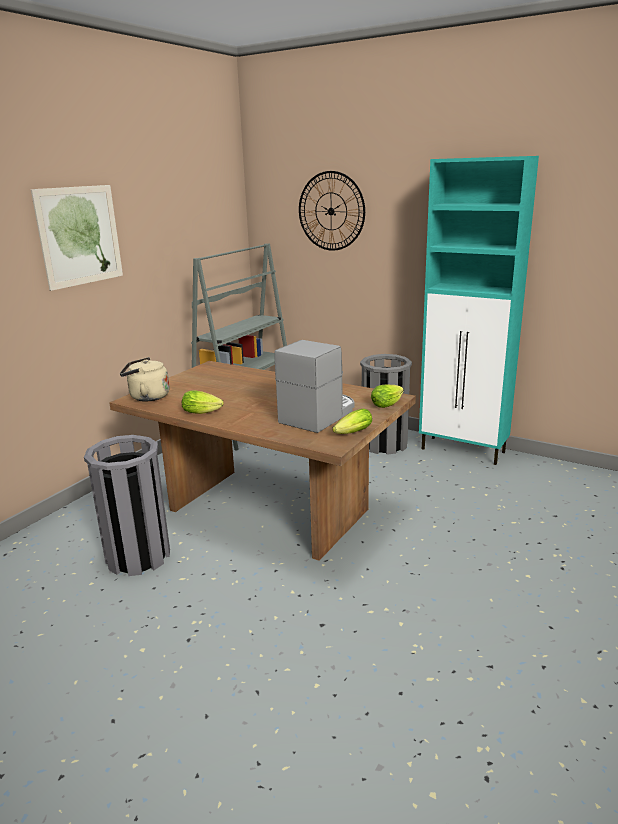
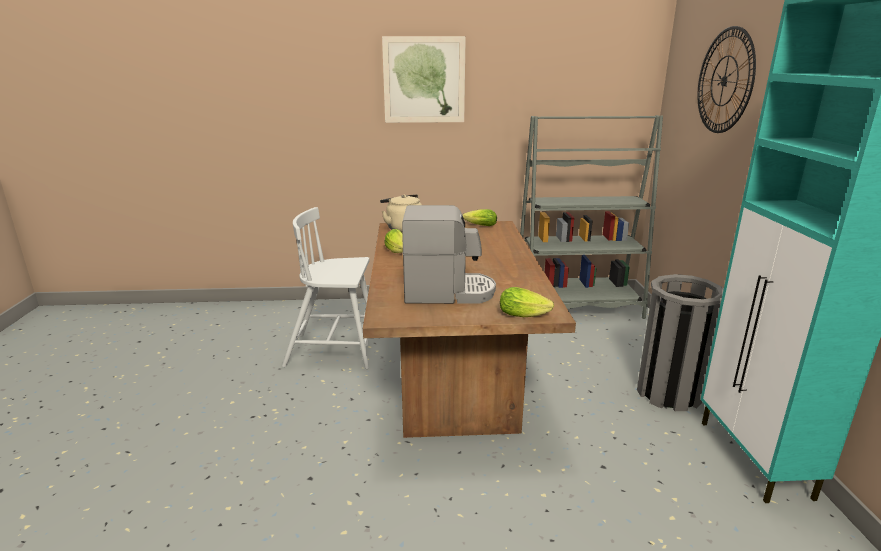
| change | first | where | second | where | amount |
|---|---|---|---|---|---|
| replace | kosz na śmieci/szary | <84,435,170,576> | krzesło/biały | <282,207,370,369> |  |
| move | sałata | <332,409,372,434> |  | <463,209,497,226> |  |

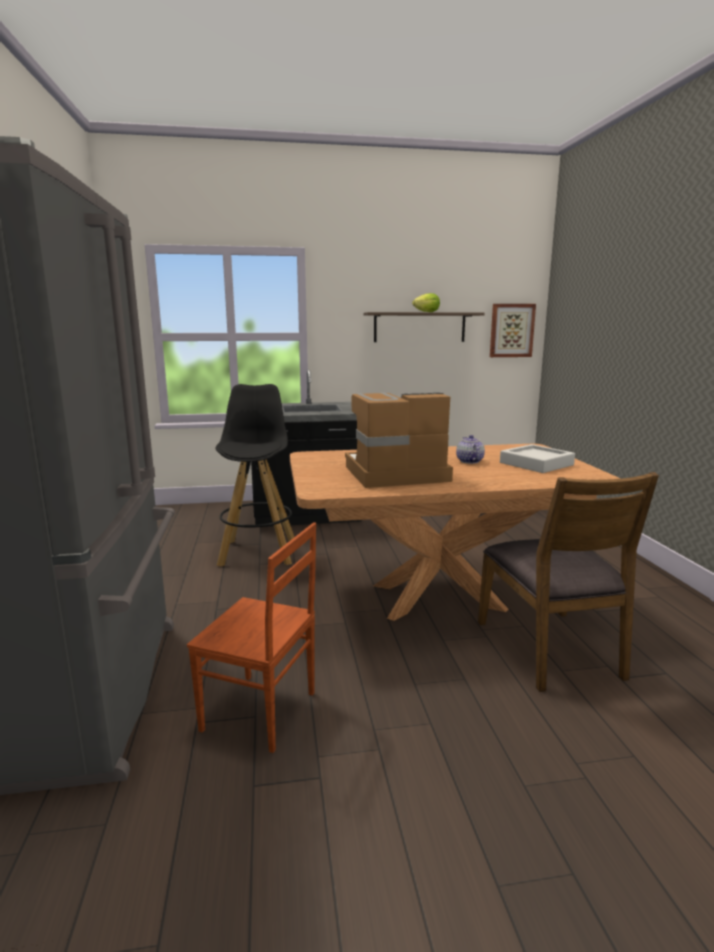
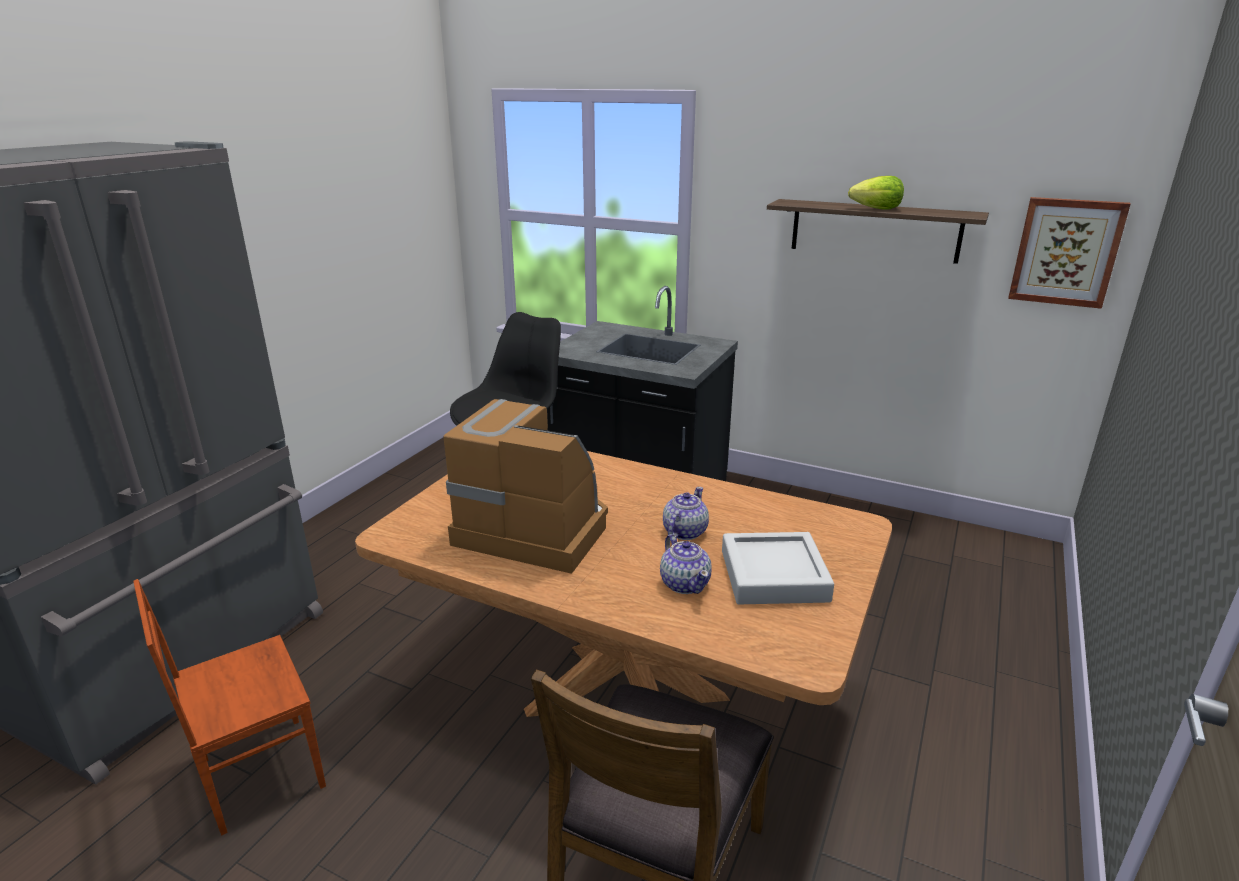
| change | first | where | second | where | amount |
|---|---|---|---|---|---|
| rotate | krzesło/brązowy | <187,522,316,753> |  | <133,579,326,835> | 90 degrees clockwise |
| insert |  |  | imbryk | <660,534,711,594> |  |

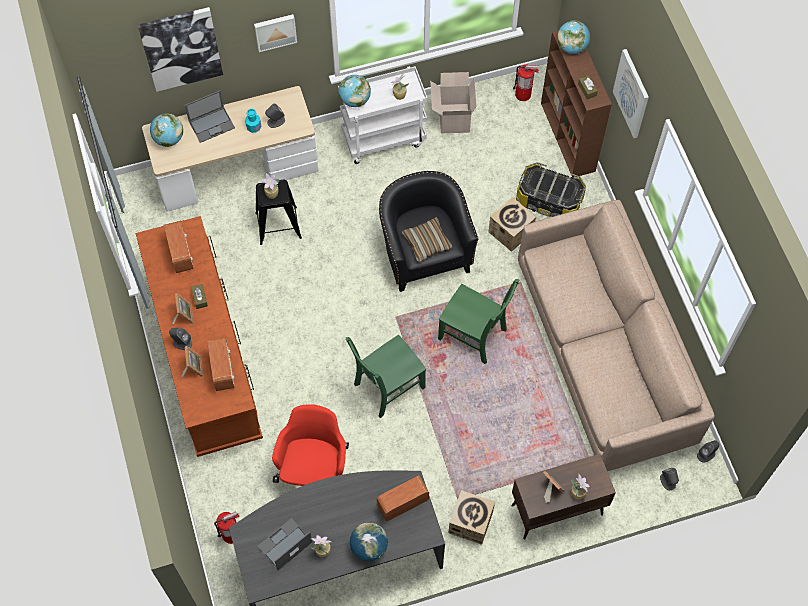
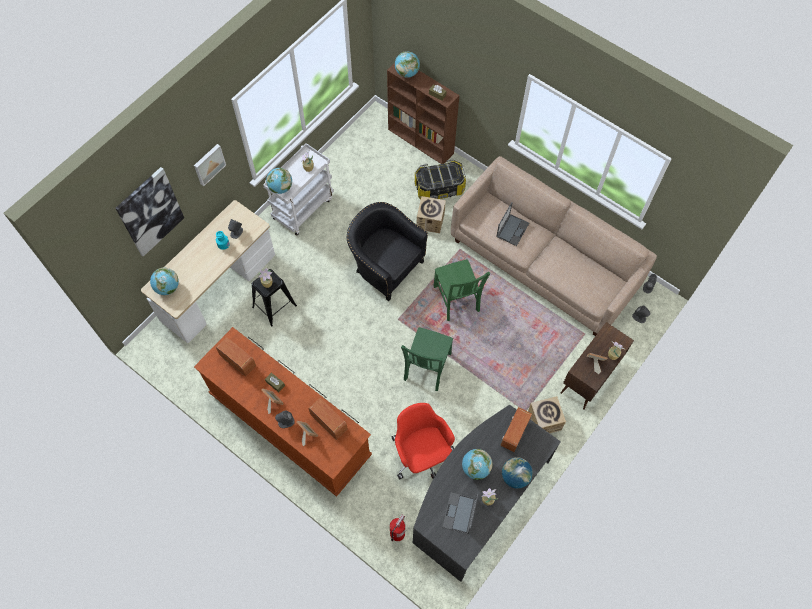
| change | first | where | second | where | amount |
|---|---|---|---|---|---|
| rotate | krzesło/zielony | <438,279,519,364> |  | <433,259,490,321> | 75 degrees clockwise |
| insert |  |  | globus | <462,449,493,480> |  |
| move | laptop | <185,90,235,143> |  | <496,202,529,246> |  |
| delete | poduszka | <402,217,453,262> |  |  |  |
| delete | karton | <430,72,477,133> |  |  |  |
| delete | gaśnica | <513,65,539,101> |  |  |  |
| delete | obraz | <613,49,649,138> |  |  |  |

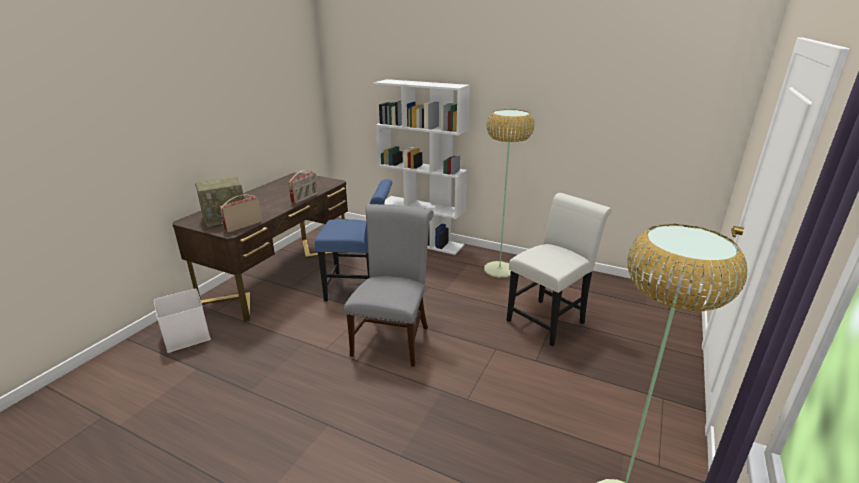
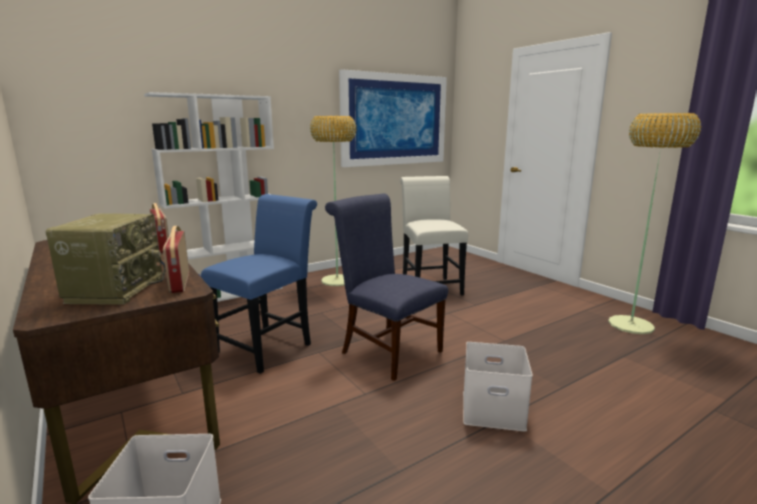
| change | first | where | second | where | amount |
|---|---|---|---|---|---|
| recolor | krzesło/szary | <344,204,434,367> | krzesło/niebieski | <325,193,448,381> |  |
| insert |  |  | obraz | <339,69,447,167> |  |
| insert |  |  | pojemnik do przechowywania/biały | <463,342,533,432> |  |

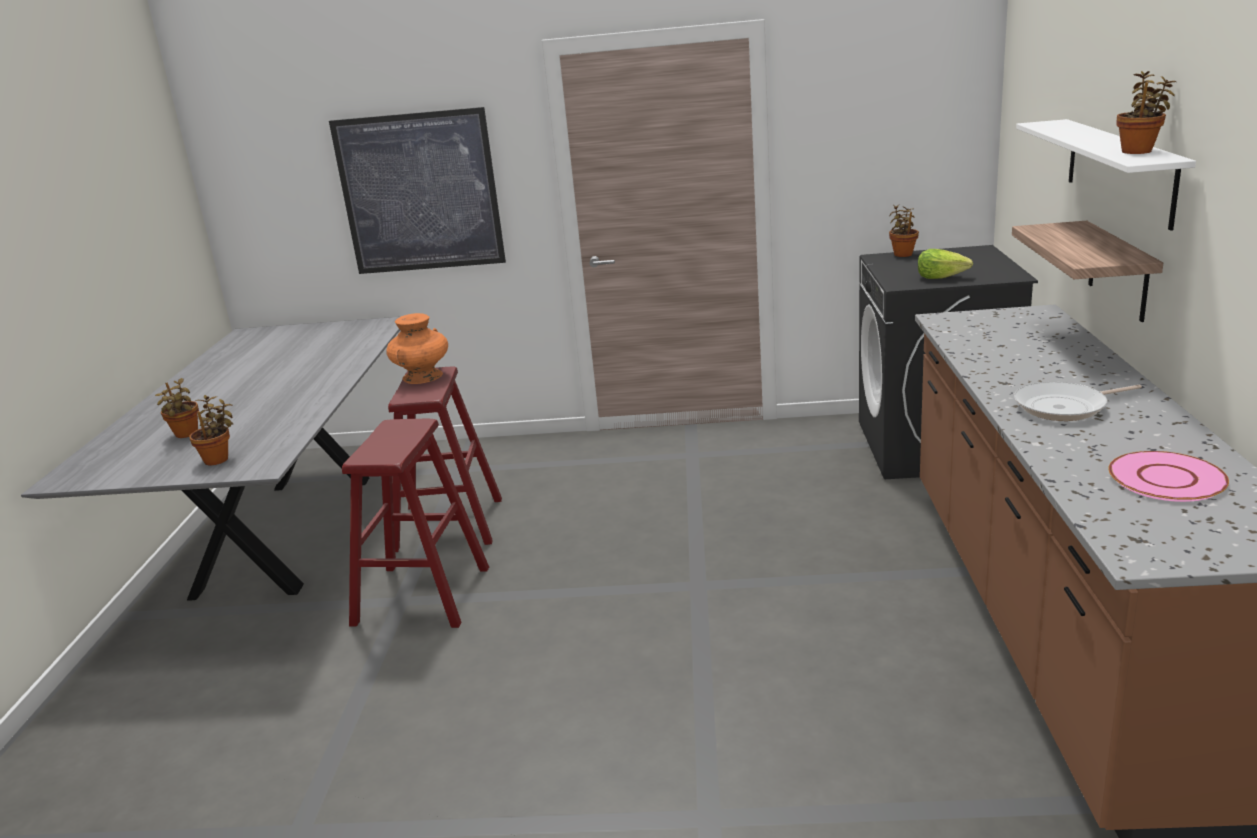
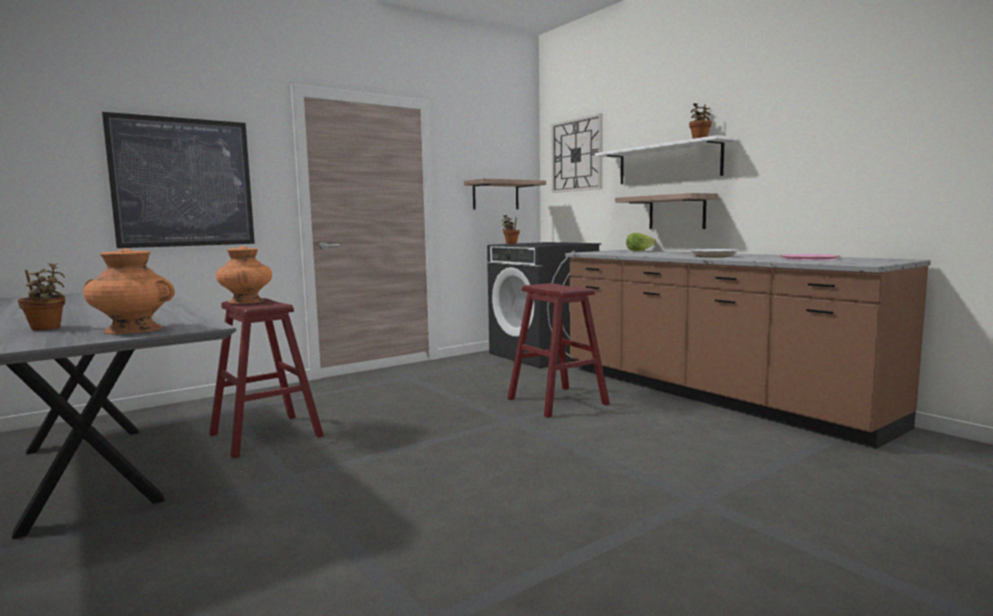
| change | first | where | second | where | amount |
|---|---|---|---|---|---|
| replace | roślina doniczkowa | <189,395,233,465> | wazon/pomarańczowy | <83,249,175,334> |  |
| insert |  |  | półka | <464,178,546,209> |  |
| move | stołek/czerwony | <342,419,489,628> |  | <507,283,610,418> |  |
| insert |  |  | zegar ścienny | <551,113,603,193> |  |
| move | sałata | <918,249,973,279> |  | <626,233,656,251> |  |

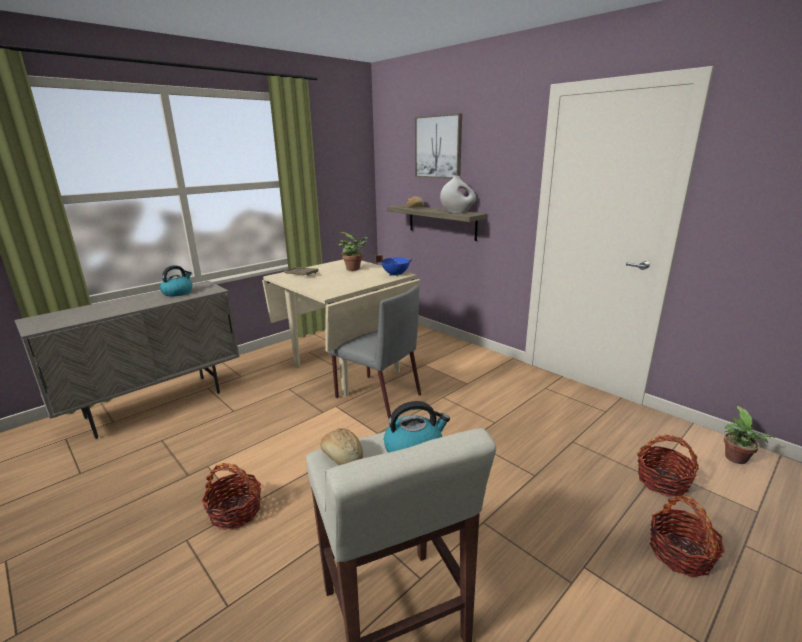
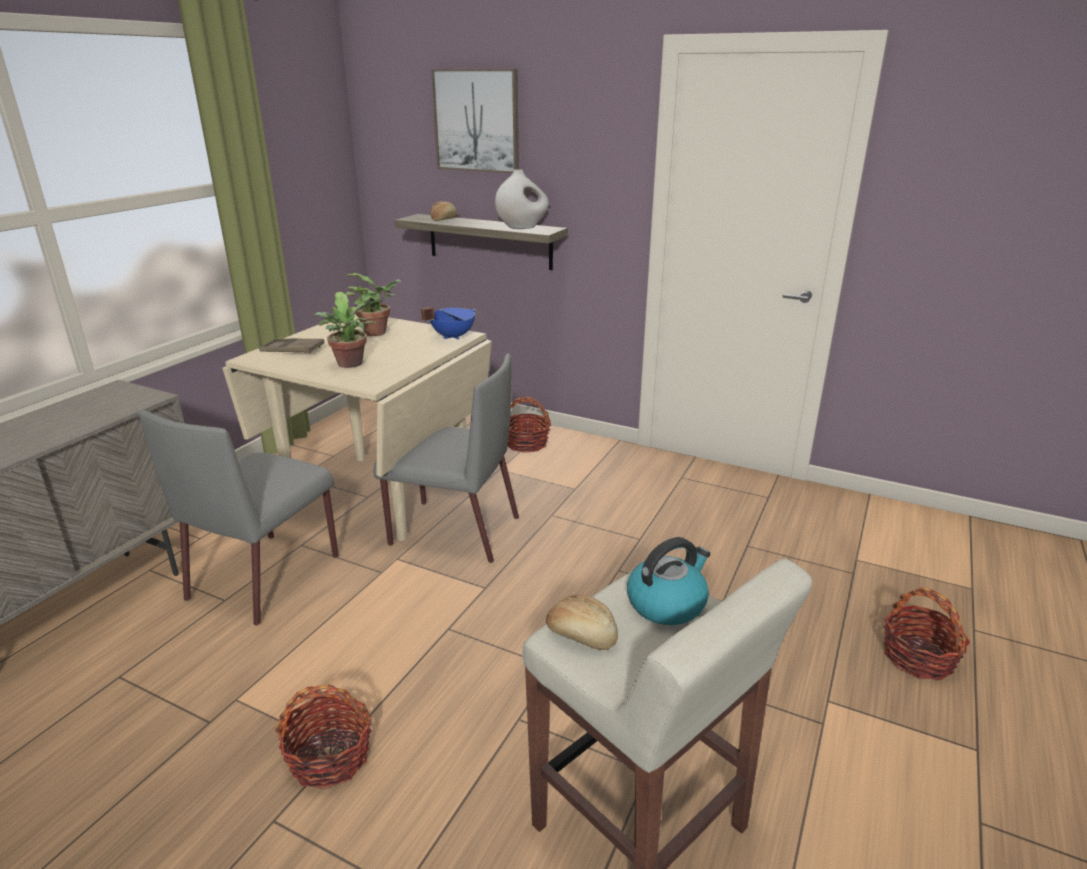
| change | first | where | second | where | amount |
|---|---|---|---|---|---|
| insert |  |  | krzesło/szary | <138,410,339,626> |  |
| move | roślina doniczkowa | <724,406,775,464> |  | <313,292,378,368> |  |
| move | koszyk | <637,435,699,497> |  | <508,397,551,453> |  |
| delete | czajnik | <160,265,192,297> |  |  |  |

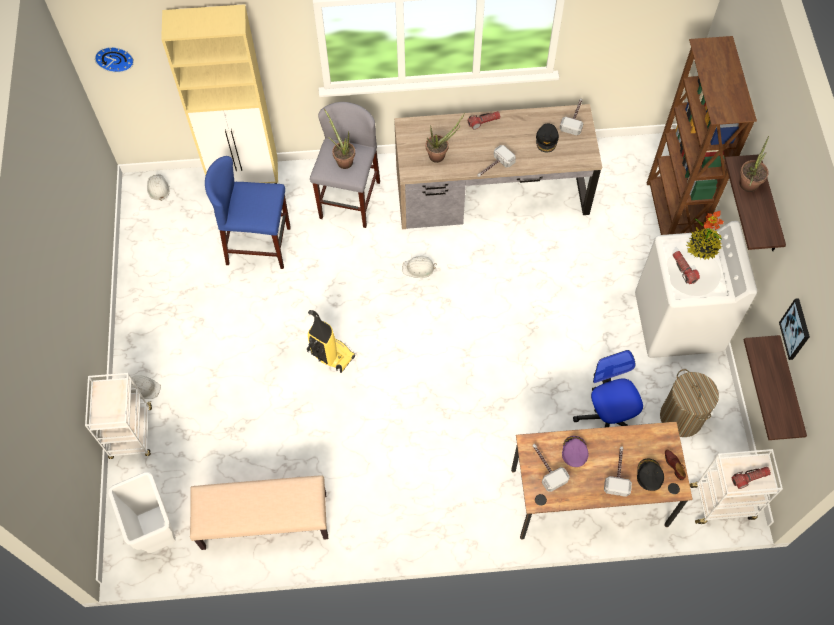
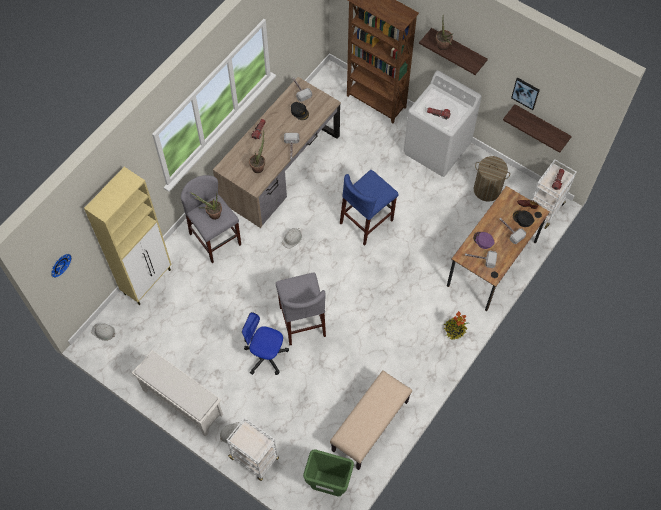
| change | first | where | second | where | amount |
|---|---|---|---|---|---|
| insert |  |  | regał na buty/biały | <132,350,223,437> |  |
| move | krzesło biurowe | <573,350,643,427> |  | <242,312,289,375> |  |
| replace | odkurzacz | <307,310,355,373> | stołek/szary | <276,273,326,345> |  |
| recolor | kosz na śmieci/biały | <108,472,176,553> | kosz na śmieci/zielony | <303,449,354,497> |  |
| move | stołek/niebieski | <205,156,291,269> |  | <340,170,399,246> |  |
| move | roślina doniczkowa | <686,211,724,260> |  | <443,311,468,340> |  |

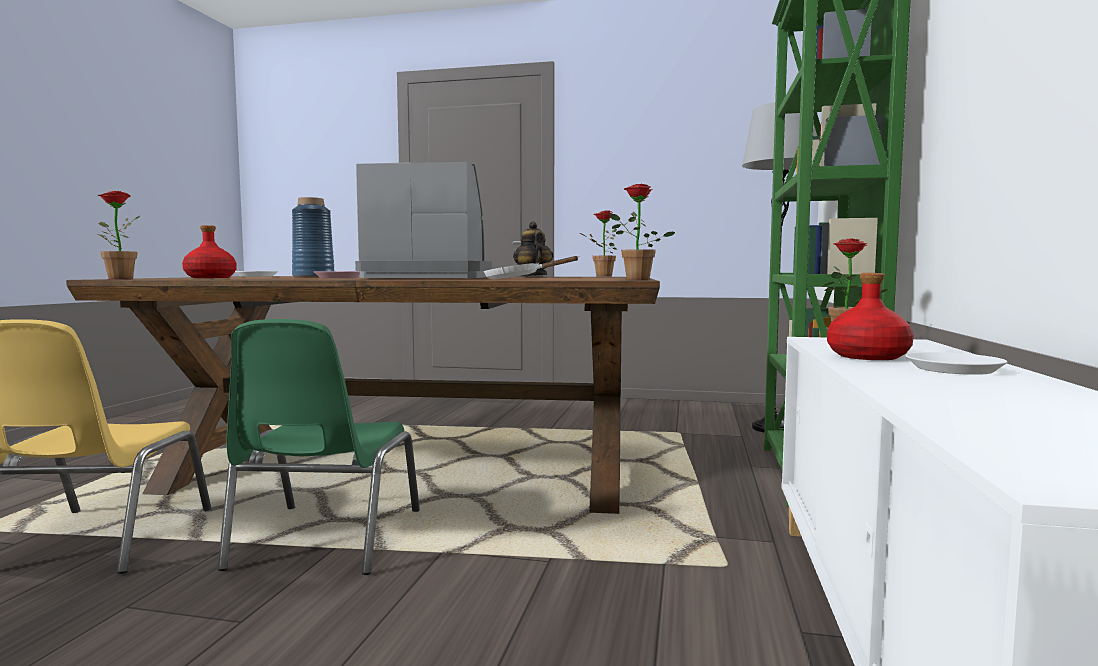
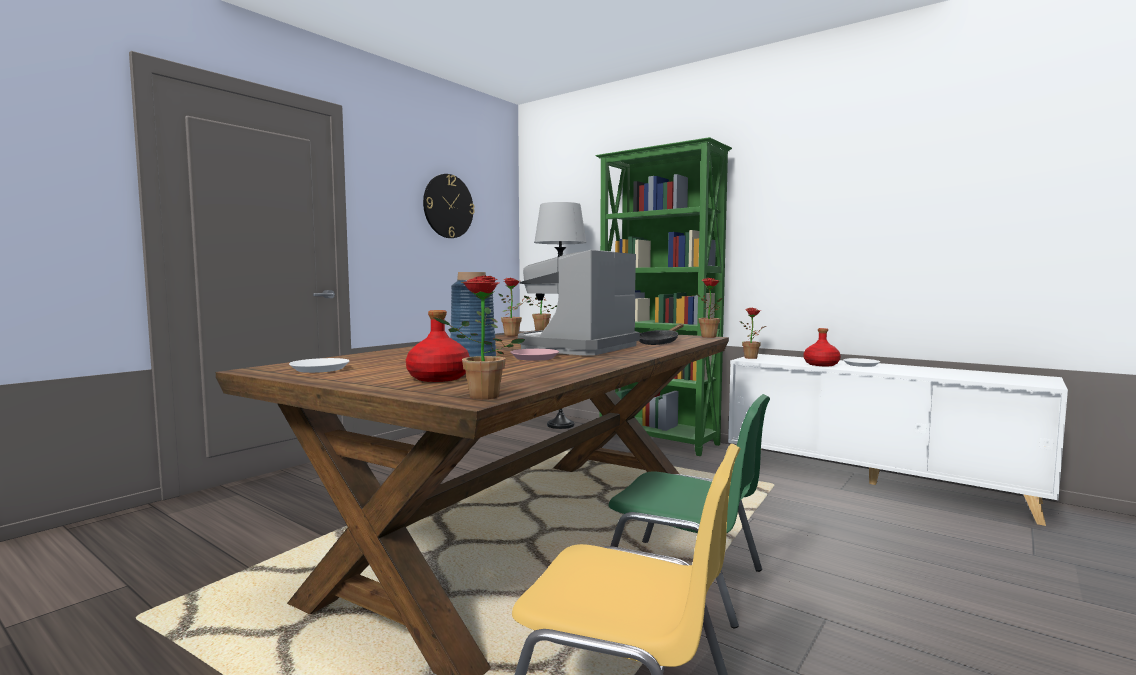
| change | first | where | second | where | amount |
|---|---|---|---|---|---|
| insert |  |  | zegar ścienny | <423,174,475,238> |  |
| replace | imbryk | <513,221,553,277> | roślina doniczkowa | <499,278,531,336> |  |
| recolor | patelnia/biały | <484,256,578,279> | patelnia/czarny | <639,324,684,345> |  |

